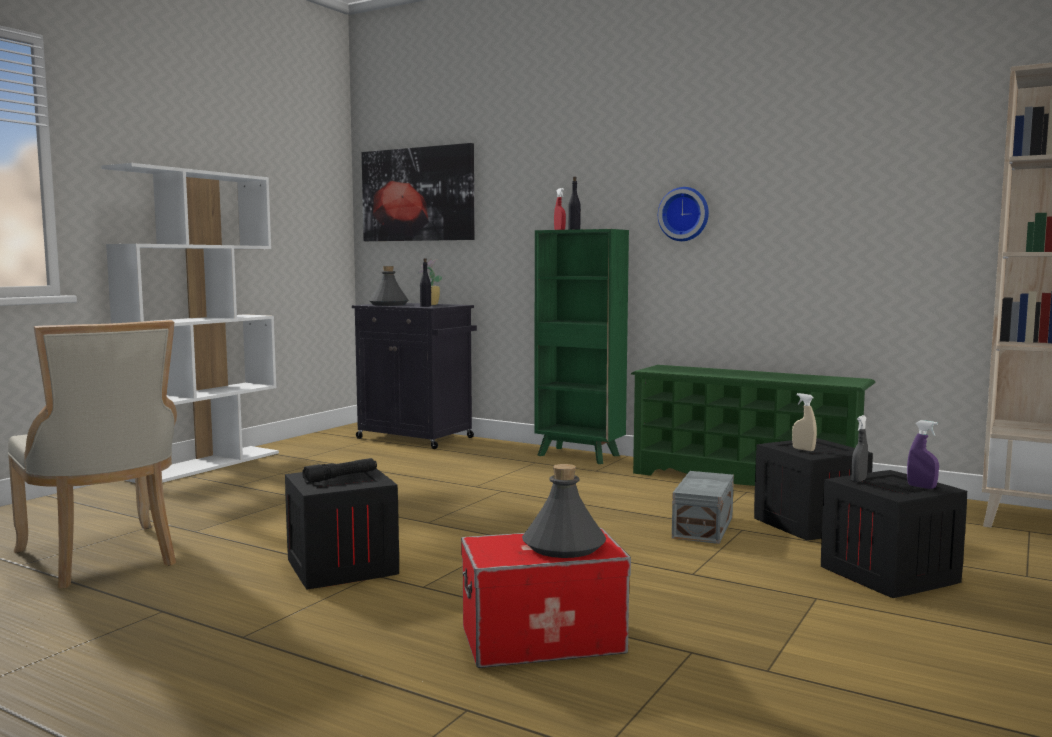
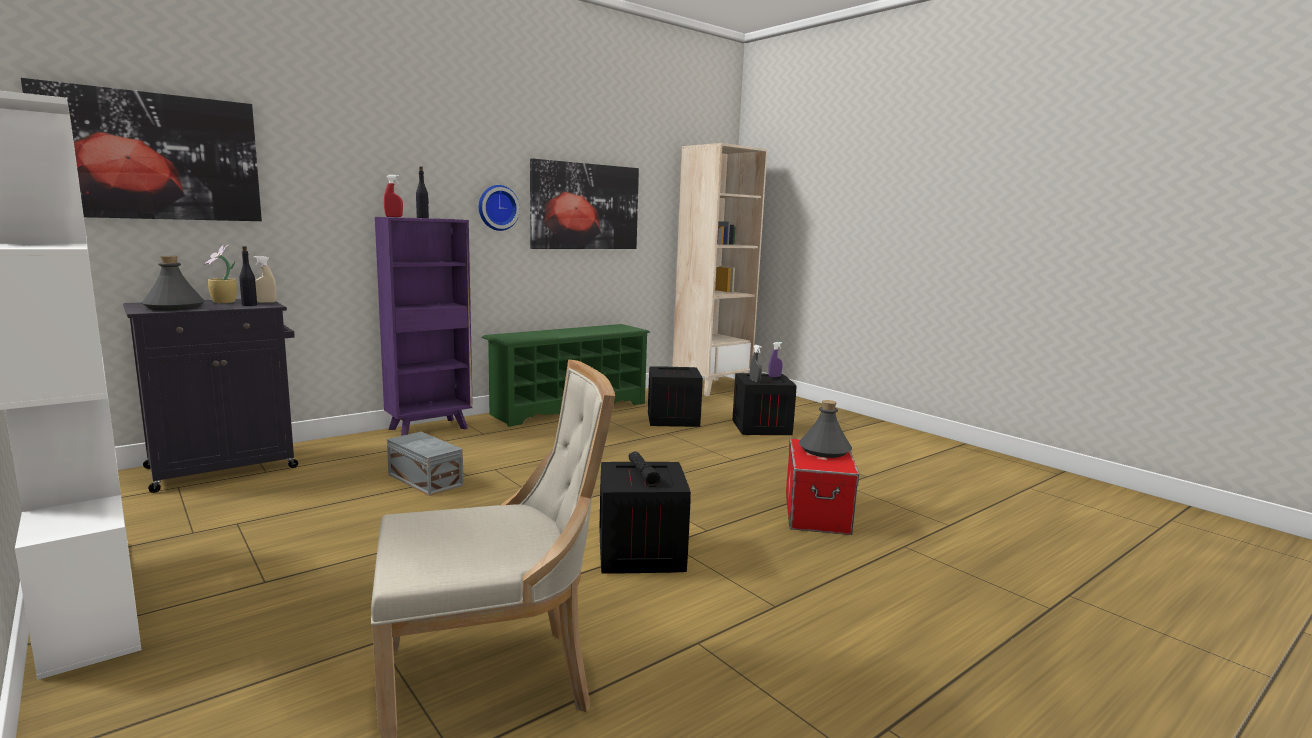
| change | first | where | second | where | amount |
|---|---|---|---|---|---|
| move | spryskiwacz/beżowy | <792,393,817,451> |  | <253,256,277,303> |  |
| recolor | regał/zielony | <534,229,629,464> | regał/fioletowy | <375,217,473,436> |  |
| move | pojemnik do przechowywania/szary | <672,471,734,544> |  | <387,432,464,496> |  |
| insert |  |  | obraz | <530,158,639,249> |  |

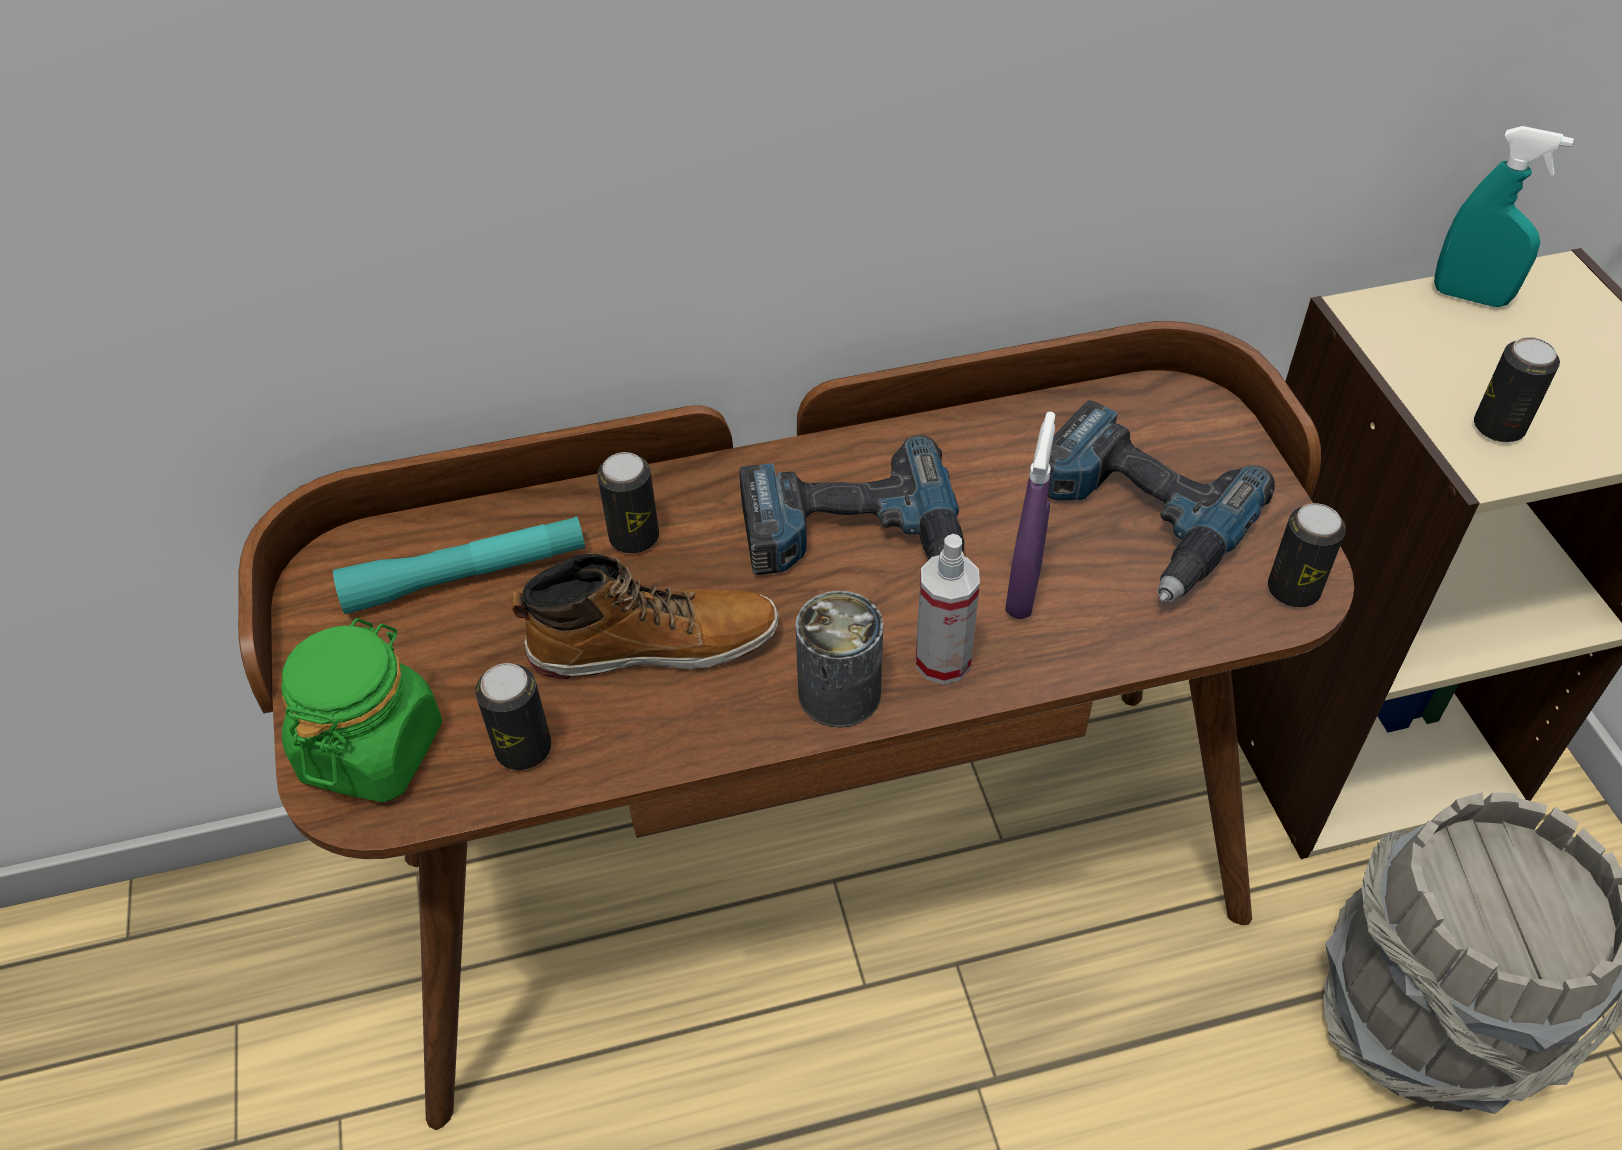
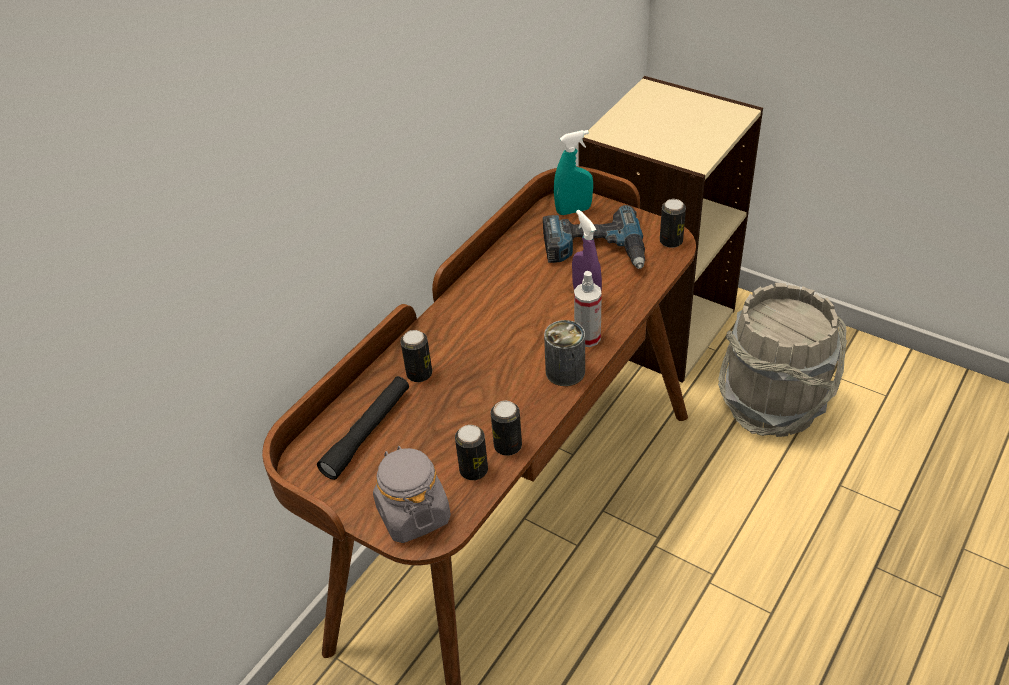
| change | first | where | second | where | amount |
|---|---|---|---|---|---|
| recolor | latarka/turkusowy | <333,516,585,614> | latarka/czarny | <317,376,409,480> |  |
| recolor | słoik/zielony | <282,618,442,802> | słoik/szary | <373,446,451,543> |  |
| move | puszka | <1474,337,1560,442> |  | <491,401,522,456> |  |
| move | spryskiwacz/turkusowy | <1434,126,1574,307> |  | <554,130,593,215> |  |
| delete | but z cholewką | <512,553,779,679> |  |  |  |
| delete | wiertarka | <739,435,965,575> |  |  |  |

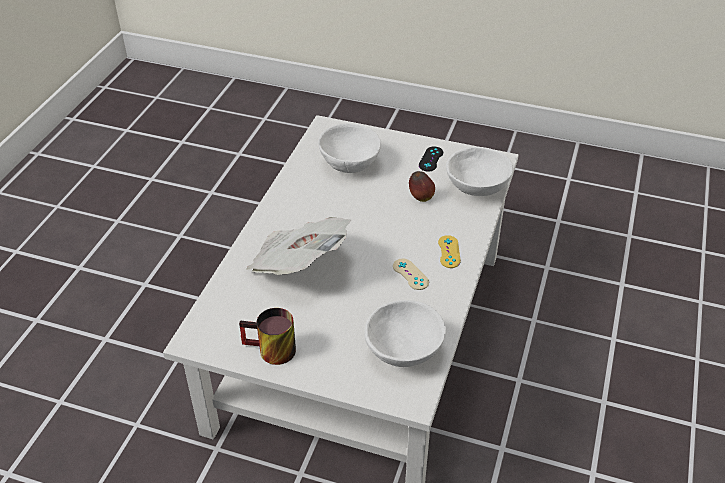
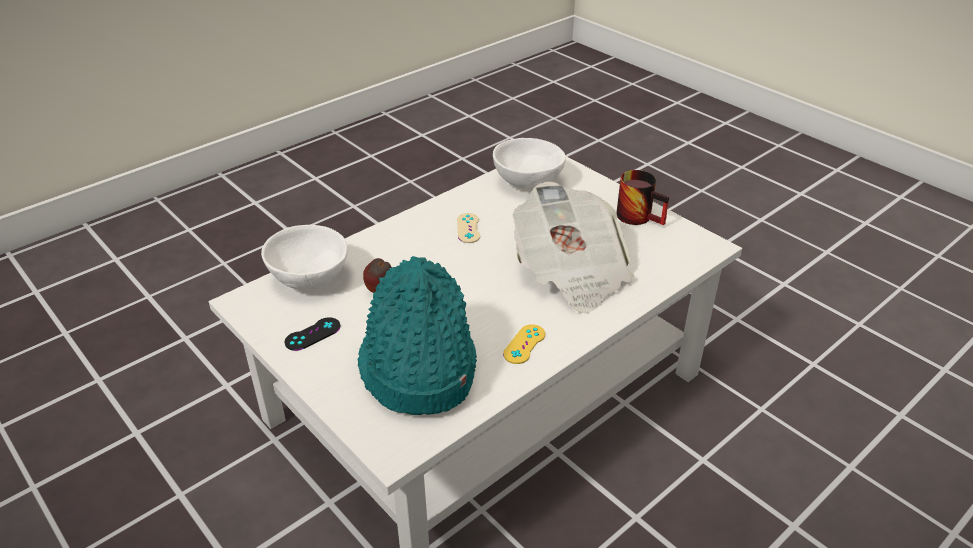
| change | first | where | second | where | amount |
|---|---|---|---|---|---|
| replace | miska/biały | <318,123,381,173> | kapelusz/turkusowy | <357,256,477,415> |  |
| move | pad do gier/żółty | <438,235,461,268> |  | <503,324,545,364> |  |

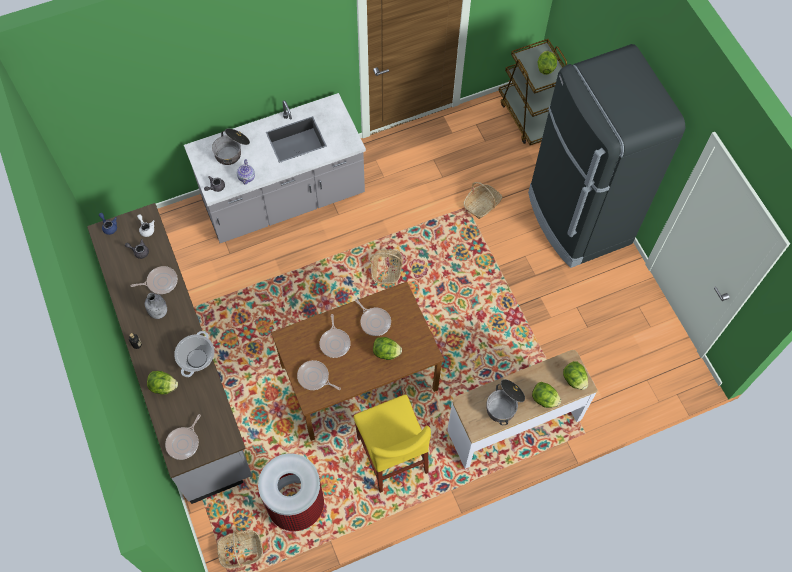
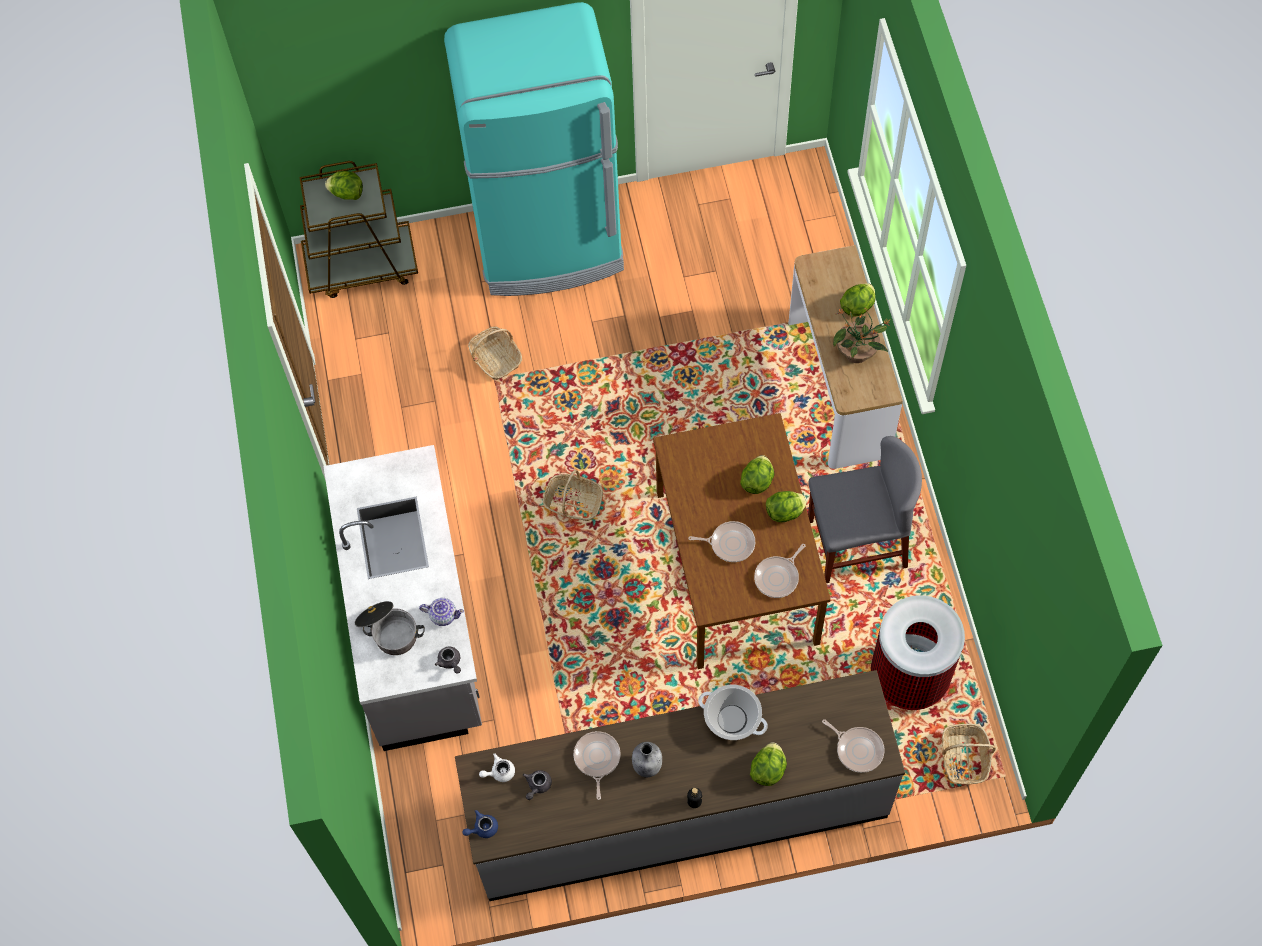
| change | first | where | second | where | amount |
|---|---|---|---|---|---|
| recolor | lodówka/czarny | <528,44,685,268> | lodówka/turkusowy | <444,2,624,296> |  |
| move | sałata | <563,361,588,390> |  | <766,491,807,522> |  |
| recolor | krzesło/żółty | <354,395,431,493> | krzesło/szary | <808,436,922,583> |  |
| replace | garnek | <486,379,525,425> | roślina doniczkowa | <833,307,890,363> |  |
| delete | patelnia | <355,299,391,336> |  |  |  |

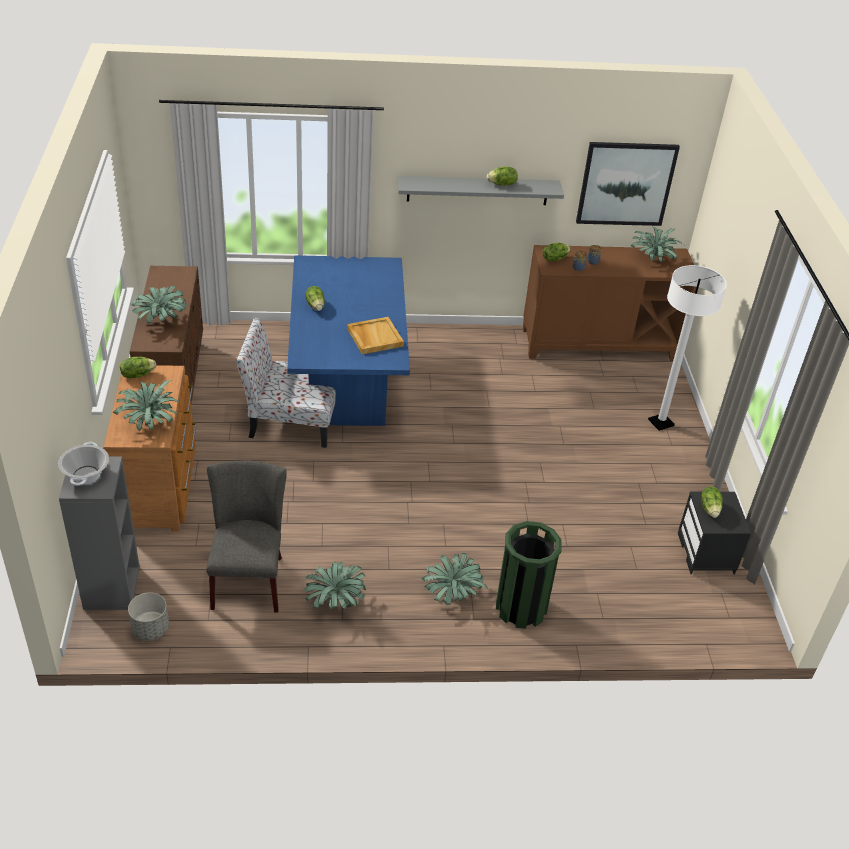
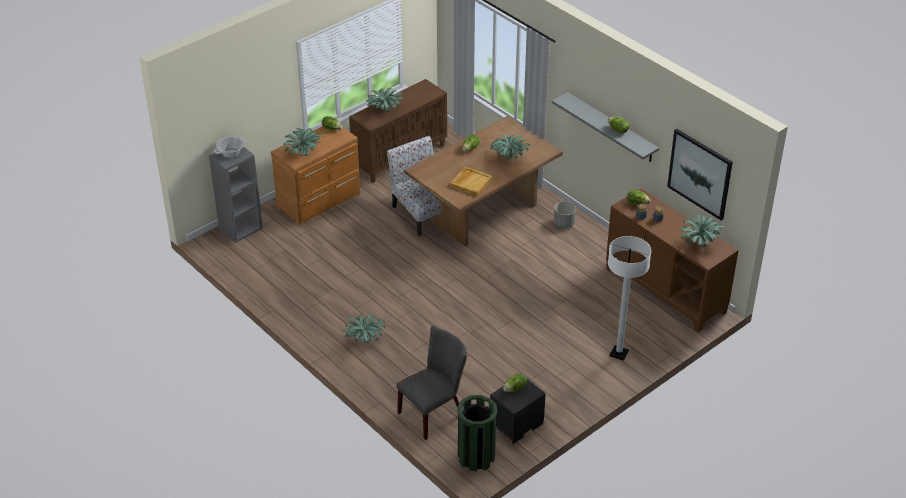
| change | first | where | second | where | amount |
|---|---|---|---|---|---|
| move | krzesło/szary | <206,461,287,613> |  | <397,326,467,440> |  |
| recolor | stół jadalny/niebieski | <287,255,410,426> | stół jadalny/brązowy | <404,116,563,247> |  |
| move | kosz na śmieci/zielony | <496,521,562,629> |  | <457,395,497,472> |  |
| move | roślina doniczkowa | <304,562,366,610> |  | <491,134,530,160> |  |
| move | donica/szary | <128,592,169,641> |  | <554,201,576,228> |  |

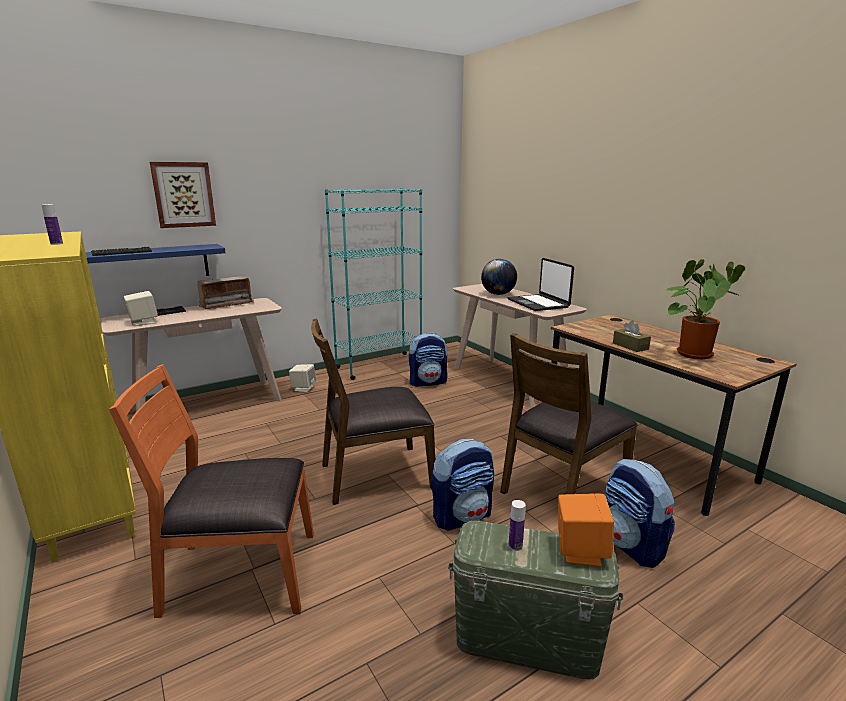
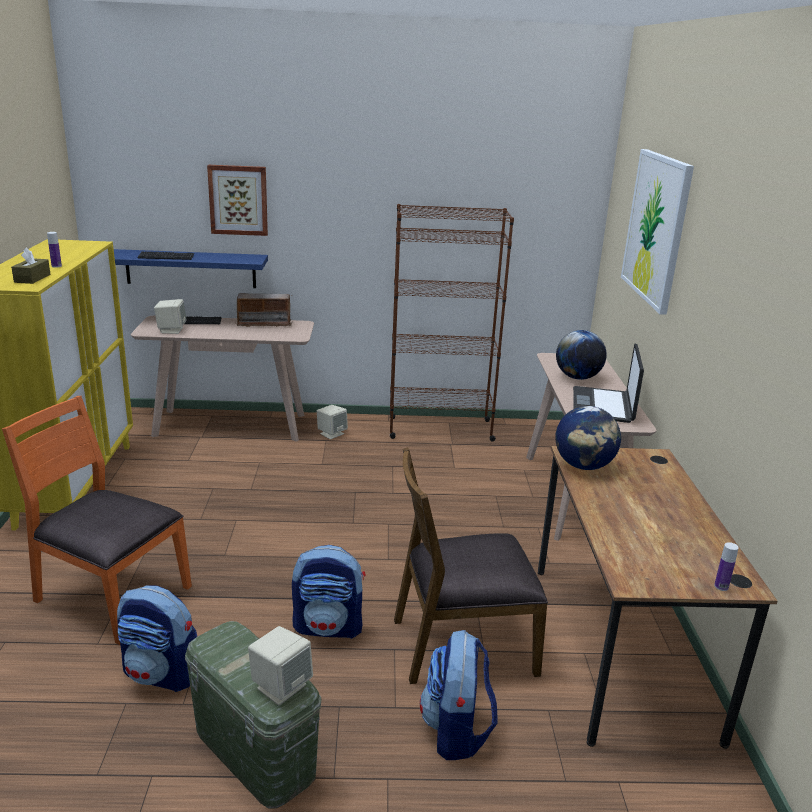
| change | first | where | second | where | amount |
|---|---|---|---|---|---|
| move | pudełko chusteczek/brązowy | <613,321,651,352> |  | <11,247,50,284> |  |
| move | plecak | <409,333,447,386> |  | <117,585,197,692> |  |
| recolor | głośnik/pomarańczowy | <558,494,614,567> | głośnik/beżowy | <248,626,313,705> |  |
| recolor | regał/turkusowy | <325,188,422,380> | regał/brązowy | <390,204,514,442> |  |
| insert |  |  | globus | <555,406,621,470> |  |
| insert |  |  | obraz | <621,149,694,315> |  |
| move | butelka | <509,500,525,551> |  | <714,542,739,591> |  |
| delete | krzesło/brązowy | <311,318,435,505> |  |  |  |
| delete | roślina doniczkowa | <663,259,745,359> |  |  |  |

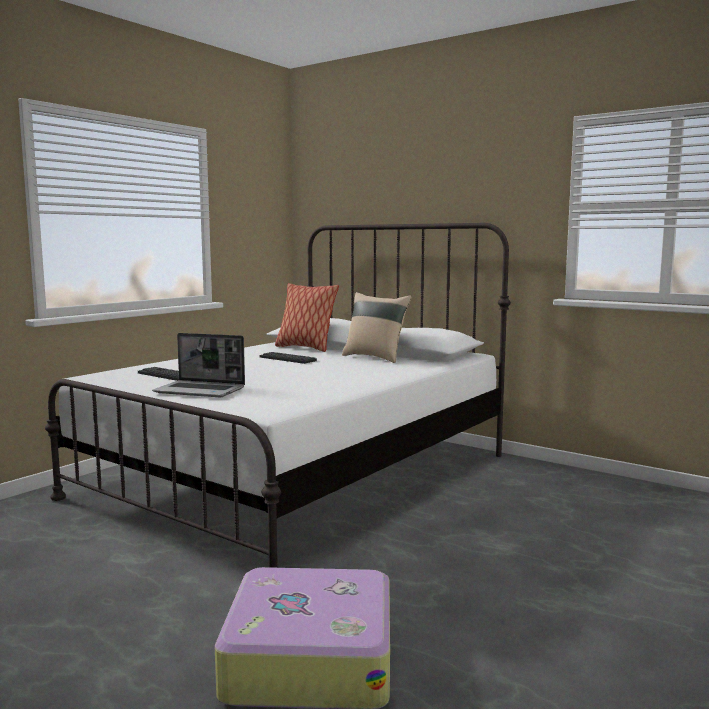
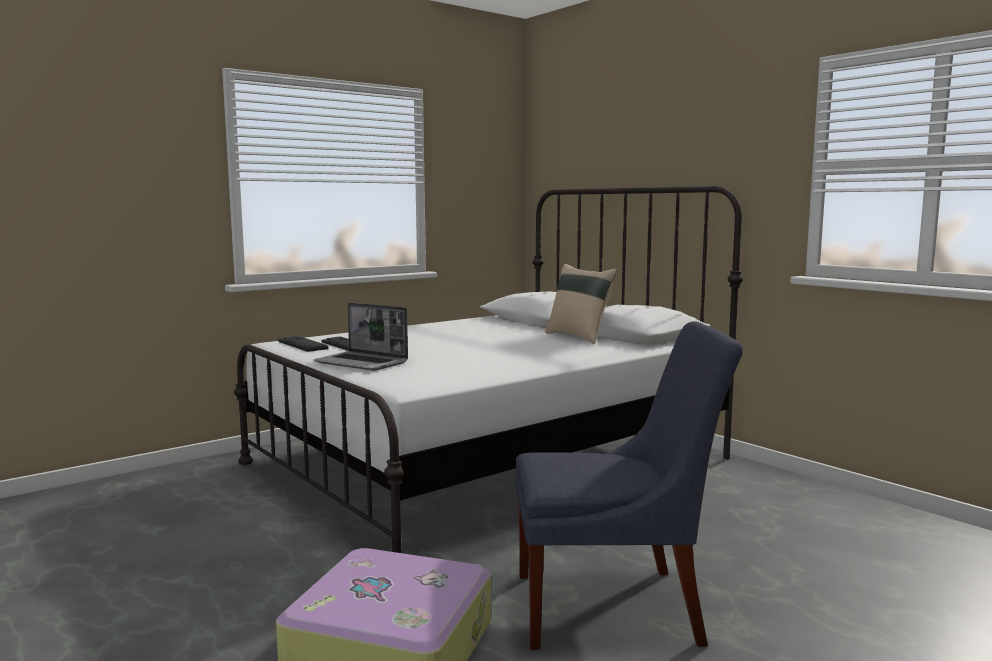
| change | first | where | second | where | amount |
|---|---|---|---|---|---|
| move | klawiatura | <260,352,317,364> |  | <278,336,329,352> |  |
| insert |  |  | krzesło/niebieski | <516,321,743,650> |  |
| delete | poduszka | <275,283,339,352> |  |  |  |

